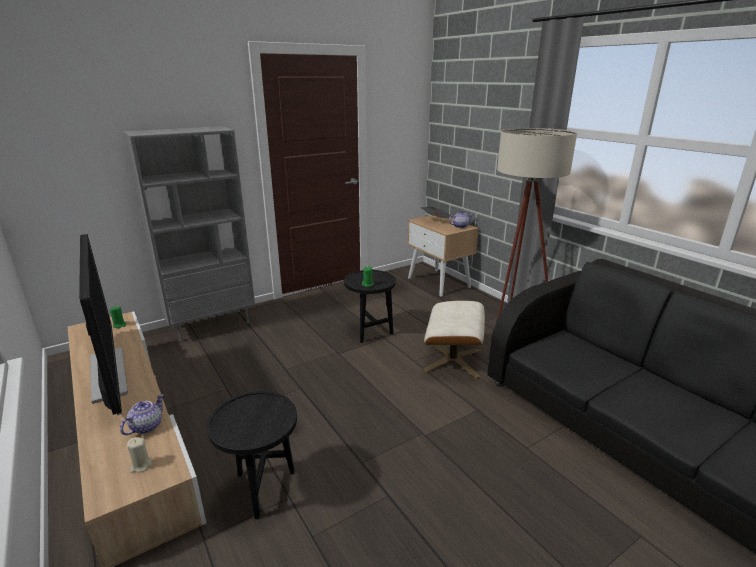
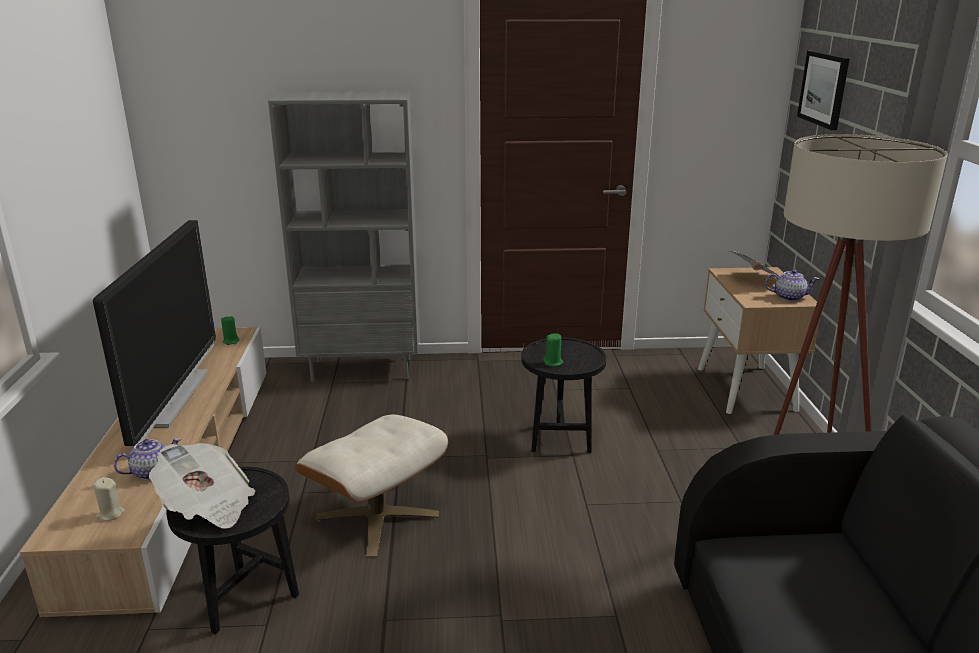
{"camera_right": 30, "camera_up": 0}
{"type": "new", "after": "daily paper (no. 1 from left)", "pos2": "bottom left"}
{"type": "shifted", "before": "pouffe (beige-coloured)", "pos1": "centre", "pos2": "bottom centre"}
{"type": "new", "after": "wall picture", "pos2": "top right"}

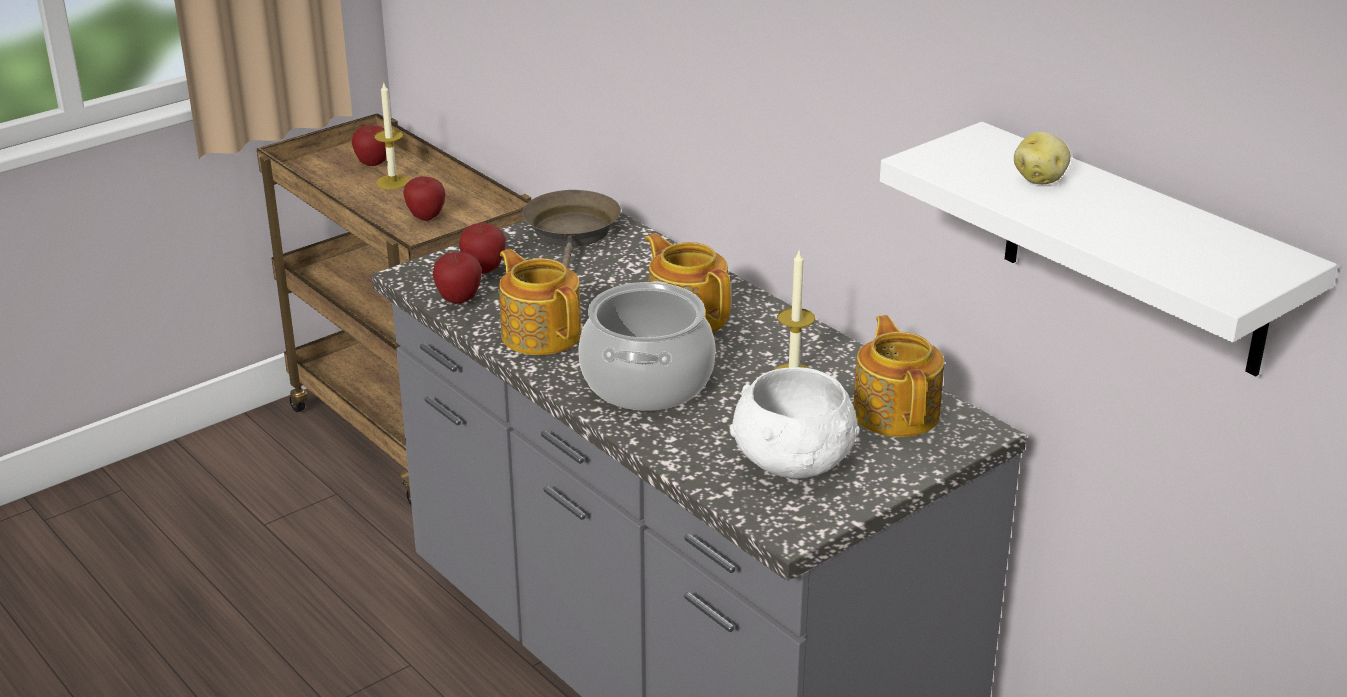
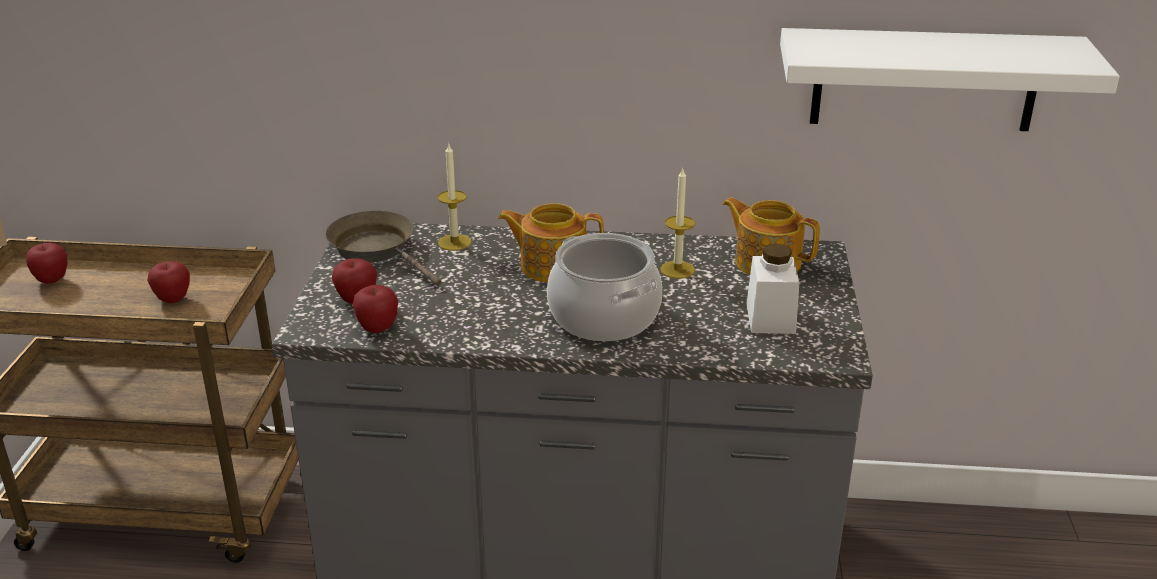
{"camera_right": -45, "camera_up": 0}
{"type": "shifted", "before": "candle (no. 1 from left)", "pos1": "top left", "pos2": "centre"}
{"type": "swapped", "before": "deep dish (white-coloured)", "after": "storage jar (white-coloured)", "pos1": "centre", "pos2": "middle right"}
{"type": "gone", "before": "tea pot (no. 1 from left)", "pos1": "centre"}
{"type": "gone", "before": "whole potato", "pos1": "top right"}

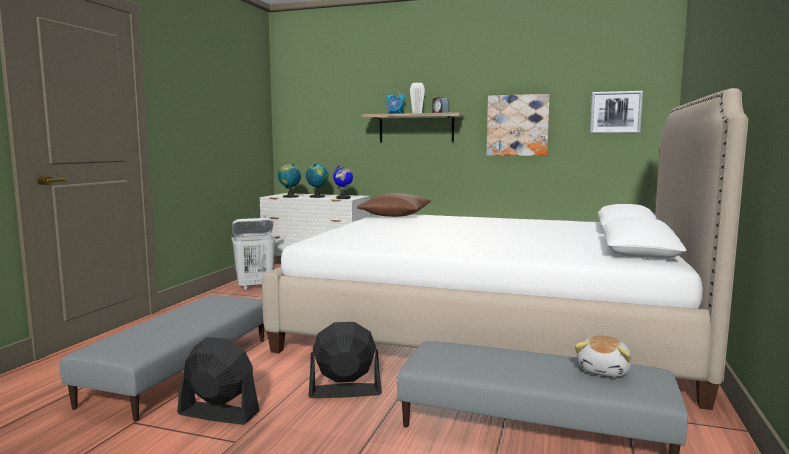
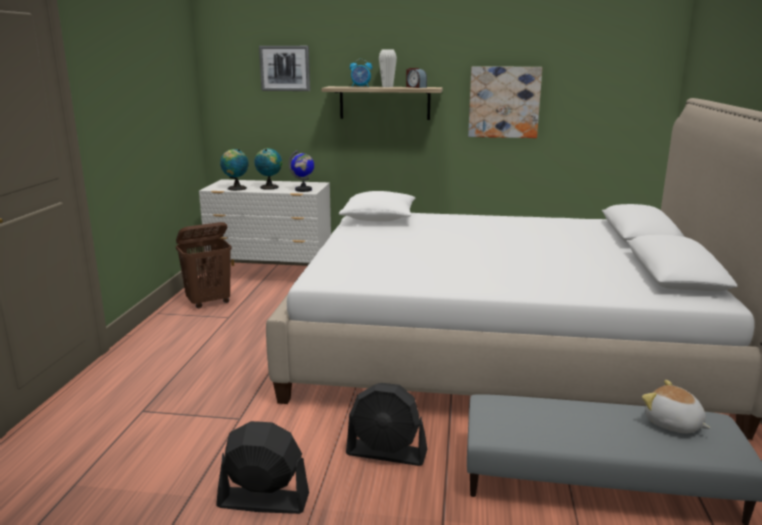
{"camera_right": -10, "camera_up": 10}
{"type": "repainted", "before": "laundry basket (white-coloured)", "after": "laundry basket (brown)", "pos1": "middle left", "pos2": "middle left"}
{"type": "shifted", "before": "wall picture (no. 2 from left in the first image)", "after": "wall picture (no. 1 from left)", "pos1": "top right", "pos2": "top centre"}
{"type": "repainted", "before": "cushion (brown)", "after": "cushion (white-coloured)", "pos1": "centre", "pos2": "centre"}
{"type": "rotated", "before": "cooling fan (black) (no. 2 from left)", "pos1": "bottom centre", "pos2": "bottom centre", "turn": -150}
{"type": "rotated", "before": "soft toy", "pos1": "bottom right", "pos2": "bottom right", "turn": 120}
{"type": "gone", "before": "pouffe (grey) (no. 1 from left)", "pos1": "bottom left"}

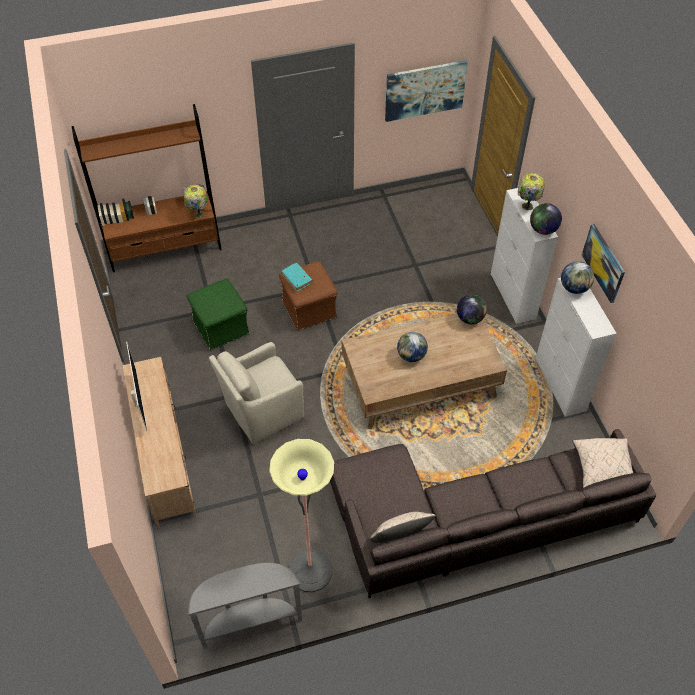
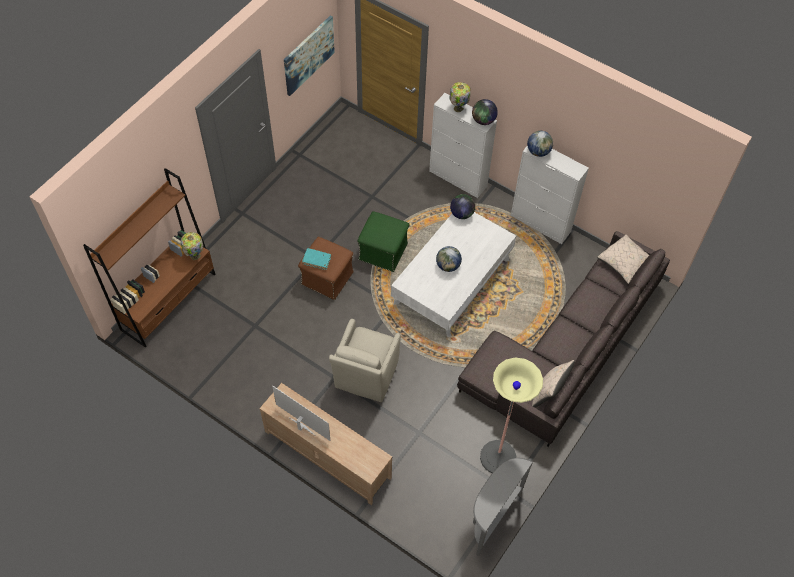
{"camera_right": -40, "camera_up": 5}
{"type": "shifted", "before": "pouffe (greenish)", "pos1": "middle left", "pos2": "centre"}
{"type": "repainted", "before": "coffee table (brown)", "after": "coffee table (white-coloured)", "pos1": "centre", "pos2": "centre"}
{"type": "gone", "before": "wall picture (no. 2 from left)", "pos1": "middle right"}

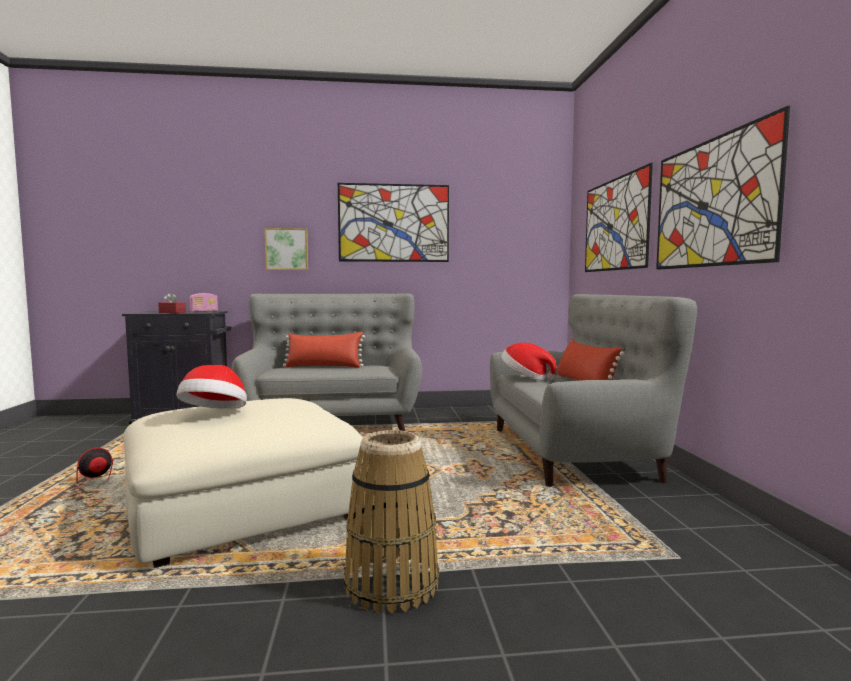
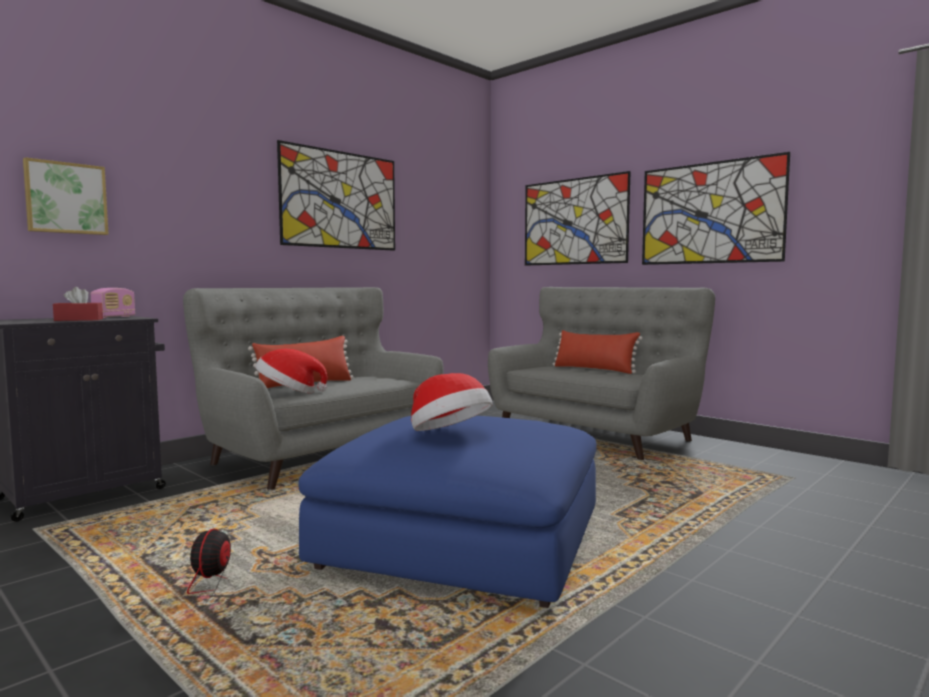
{"camera_right": -40, "camera_up": 0}
{"type": "shifted", "before": "wall picture (no. 1 from left)", "pos1": "centre", "pos2": "top left"}
{"type": "shifted", "before": "hat (no. 2 from left in the first image)", "after": "hat (no. 1 from left)", "pos1": "centre", "pos2": "middle left"}
{"type": "repainted", "before": "pouffe (beige-coloured)", "after": "pouffe (blue)", "pos1": "bottom left", "pos2": "bottom centre"}
{"type": "gone", "before": "storage basket", "pos1": "bottom centre"}

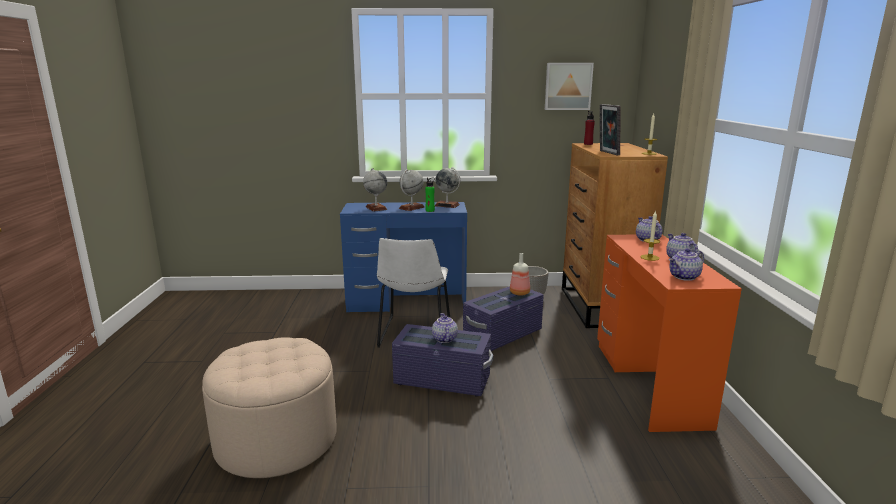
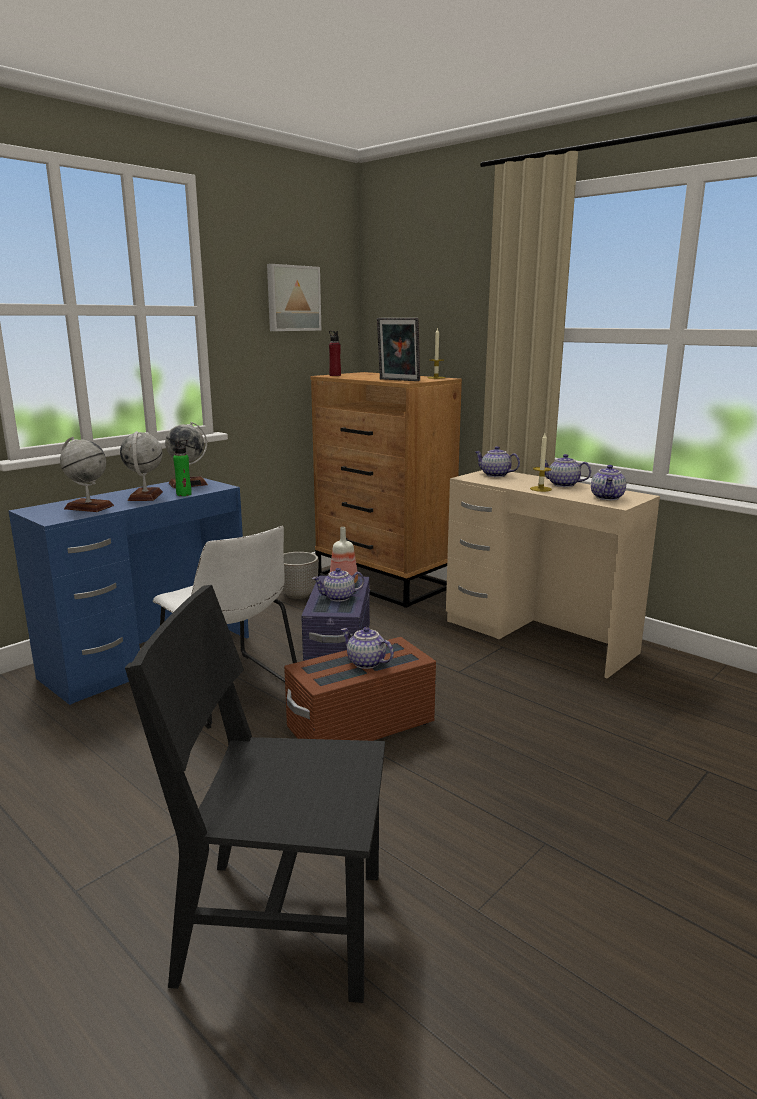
{"camera_right": -45, "camera_up": 0}
{"type": "swapped", "before": "pouffe (beige-coloured)", "after": "chair (black)", "pos1": "bottom left", "pos2": "bottom centre"}
{"type": "repainted", "before": "storage container (purple) (no. 1 from left)", "after": "storage container (brown)", "pos1": "bottom centre", "pos2": "centre"}
{"type": "new", "after": "tea pot (no. 1 from left)", "pos2": "centre"}
{"type": "repainted", "before": "desk (orange-coloured)", "after": "desk (beige-coloured)", "pos1": "middle right", "pos2": "middle right"}

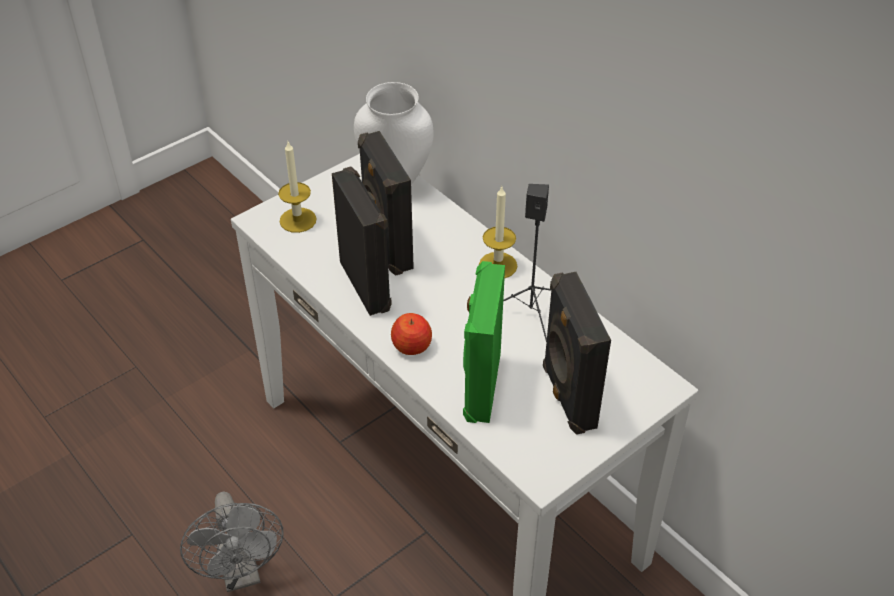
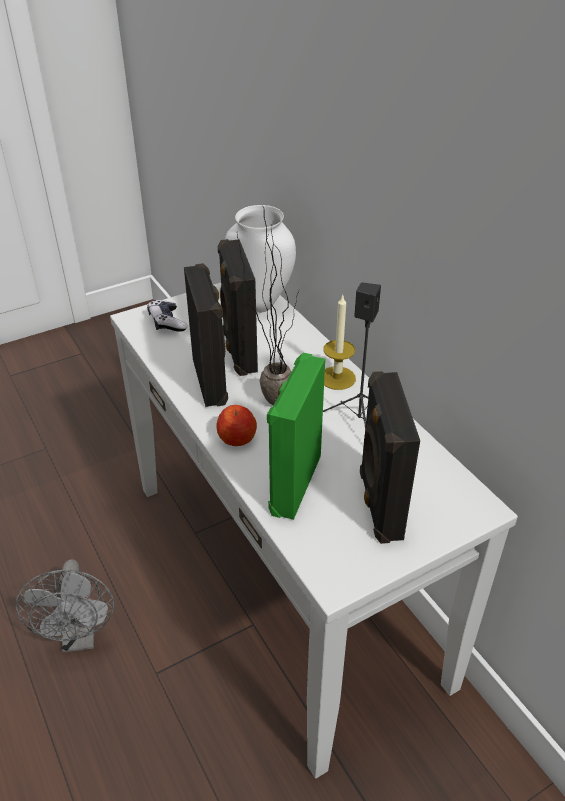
{"camera_right": 10, "camera_up": -5}
{"type": "swapped", "before": "candle (no. 1 from left)", "after": "joypad", "pos1": "top left", "pos2": "middle left"}
{"type": "new", "after": "potted plant", "pos2": "centre"}

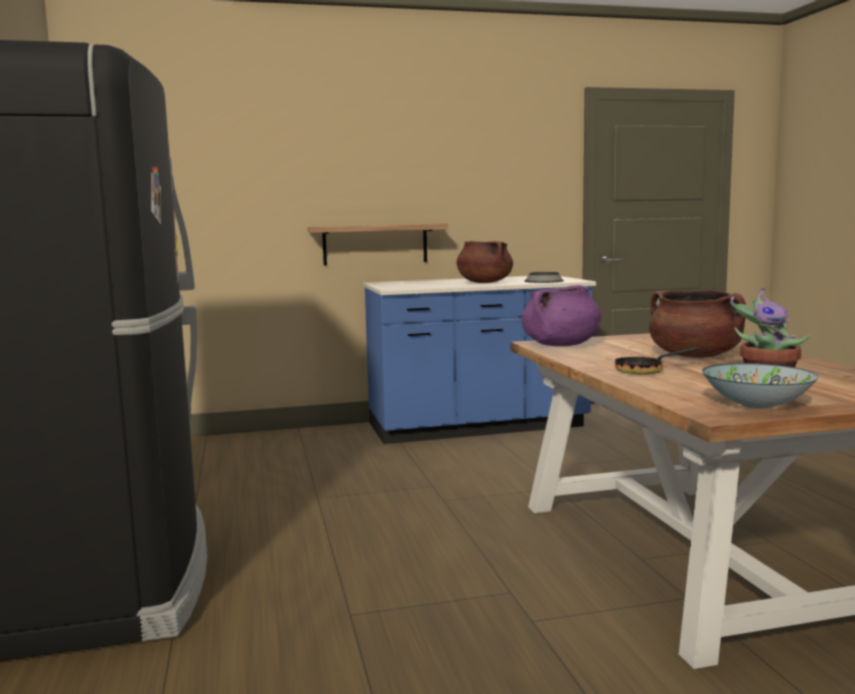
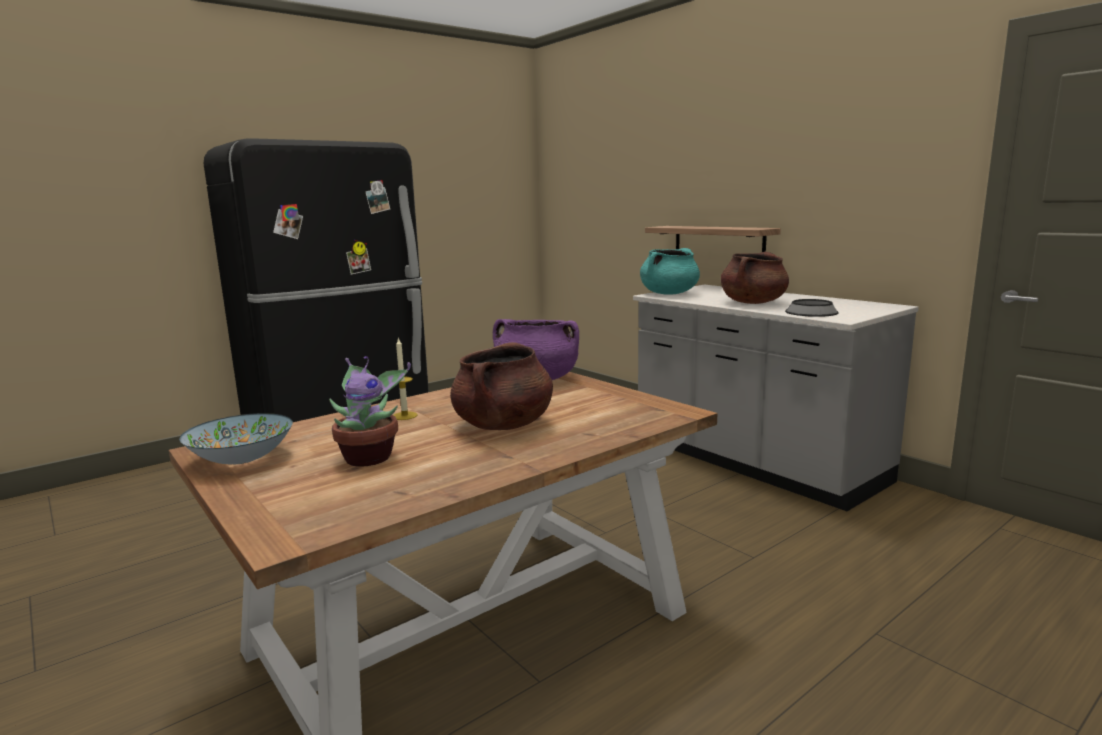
{"camera_right": 65, "camera_up": 5}
{"type": "swapped", "before": "frying pan", "after": "candle", "pos1": "middle right", "pos2": "centre"}
{"type": "repainted", "before": "kitchen counter (blue)", "after": "kitchen counter (grey)", "pos1": "centre", "pos2": "middle right"}
{"type": "new", "after": "saucepot (blue-green)", "pos2": "centre"}

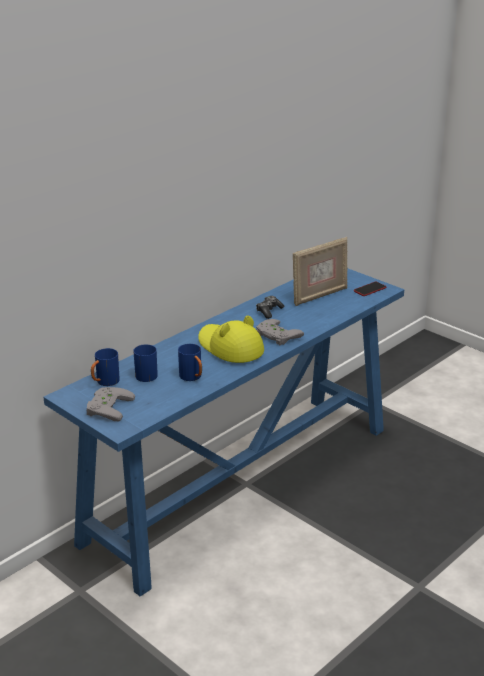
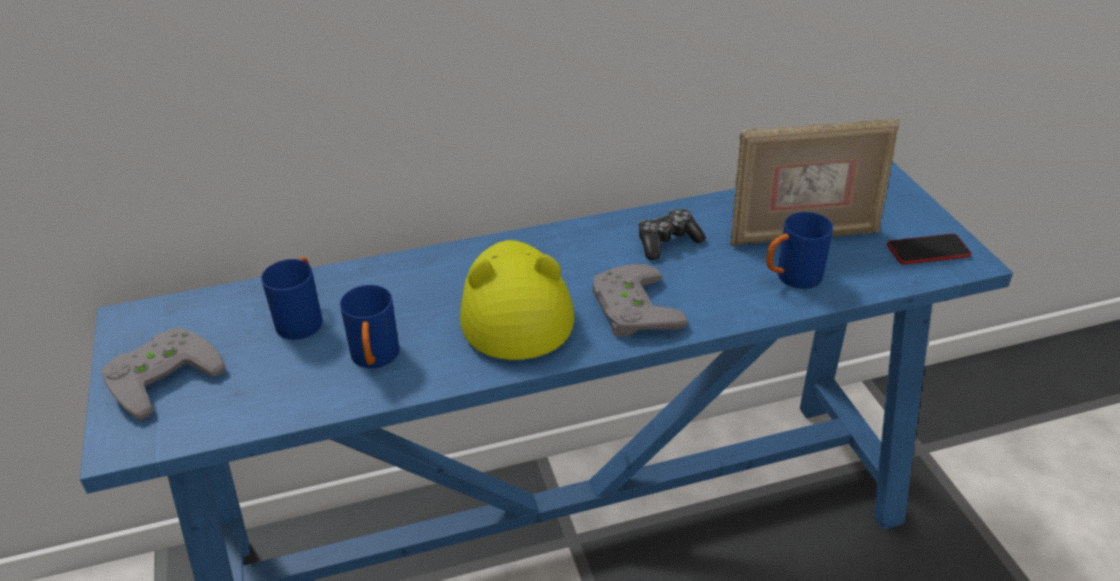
{"camera_right": 30, "camera_up": 10}
{"type": "shifted", "before": "coffee mug (blue) (no. 1 from left in the first image)", "after": "coffee mug (blue) (no. 3 from left)", "pos1": "middle left", "pos2": "middle right"}

